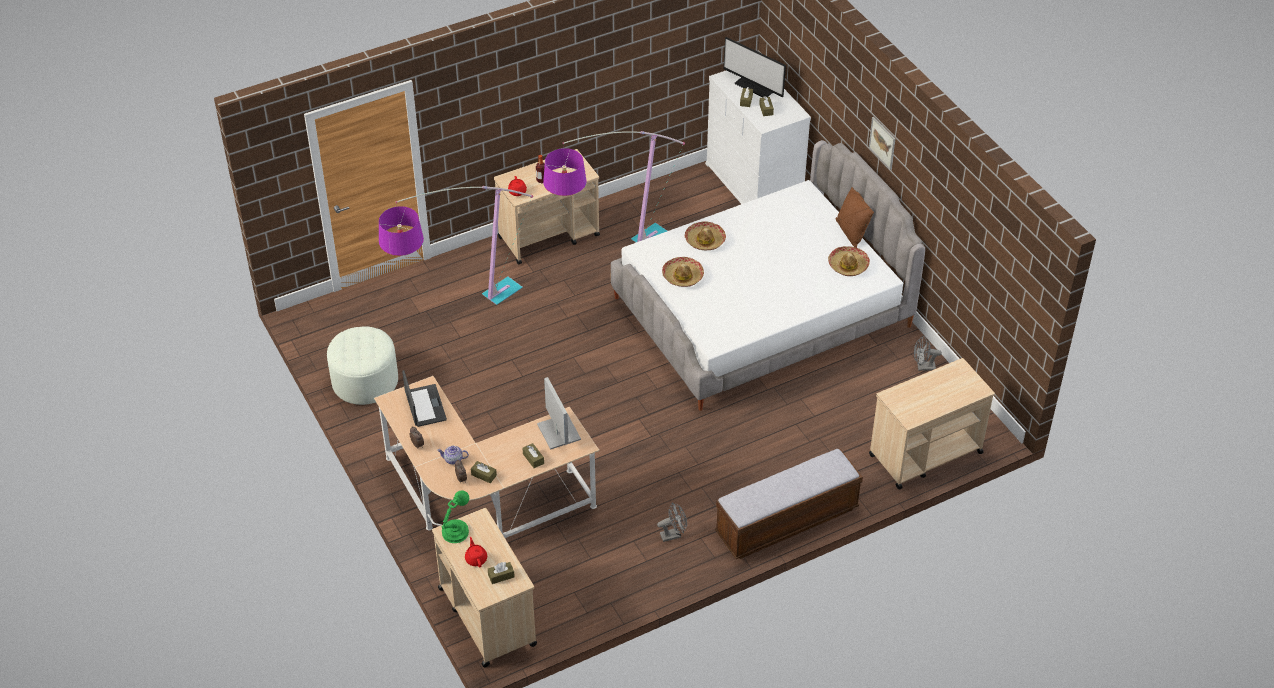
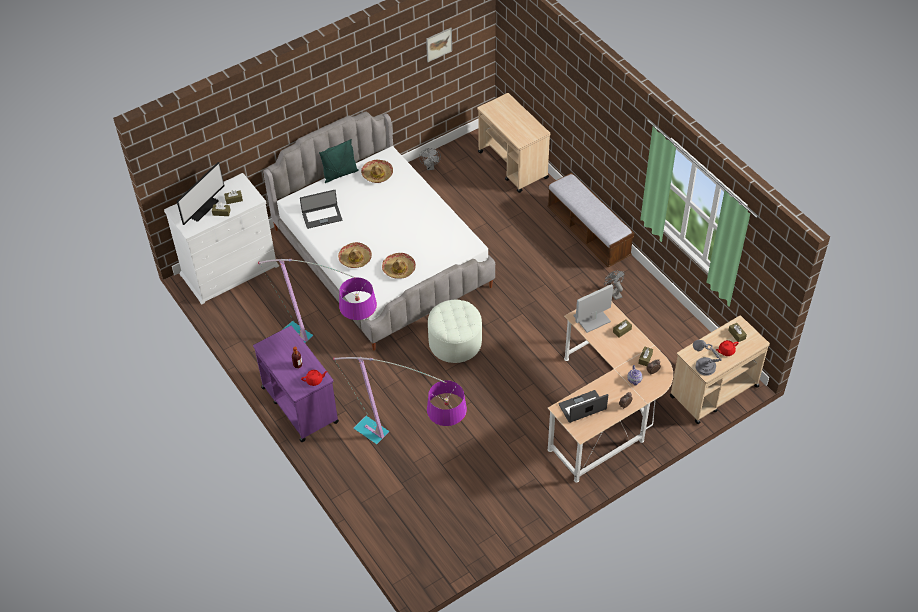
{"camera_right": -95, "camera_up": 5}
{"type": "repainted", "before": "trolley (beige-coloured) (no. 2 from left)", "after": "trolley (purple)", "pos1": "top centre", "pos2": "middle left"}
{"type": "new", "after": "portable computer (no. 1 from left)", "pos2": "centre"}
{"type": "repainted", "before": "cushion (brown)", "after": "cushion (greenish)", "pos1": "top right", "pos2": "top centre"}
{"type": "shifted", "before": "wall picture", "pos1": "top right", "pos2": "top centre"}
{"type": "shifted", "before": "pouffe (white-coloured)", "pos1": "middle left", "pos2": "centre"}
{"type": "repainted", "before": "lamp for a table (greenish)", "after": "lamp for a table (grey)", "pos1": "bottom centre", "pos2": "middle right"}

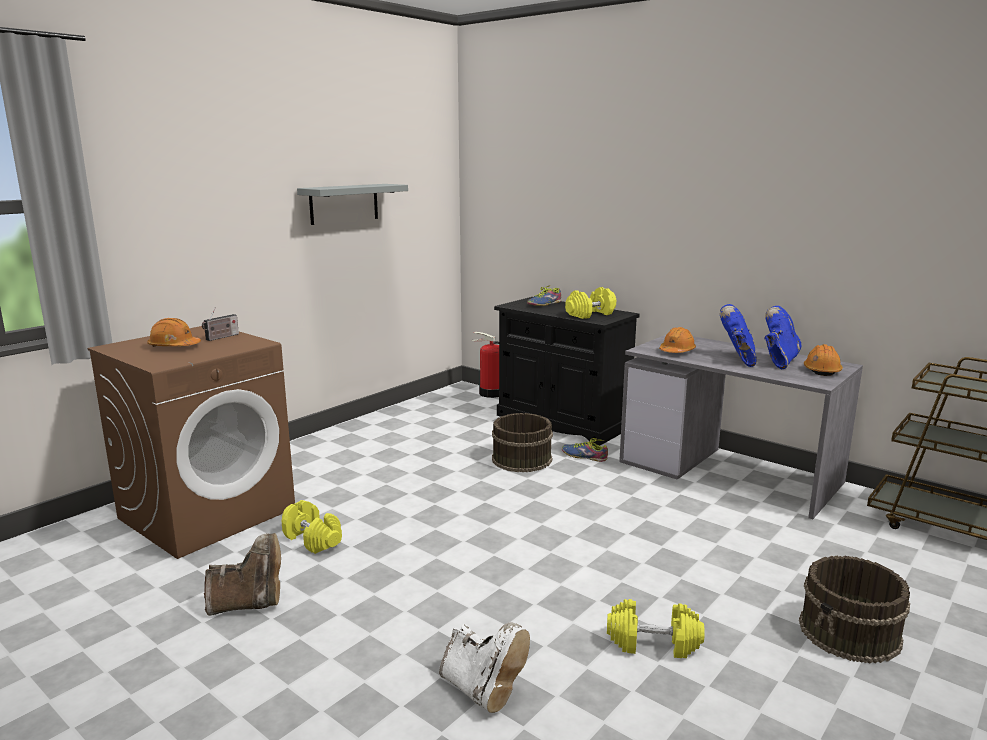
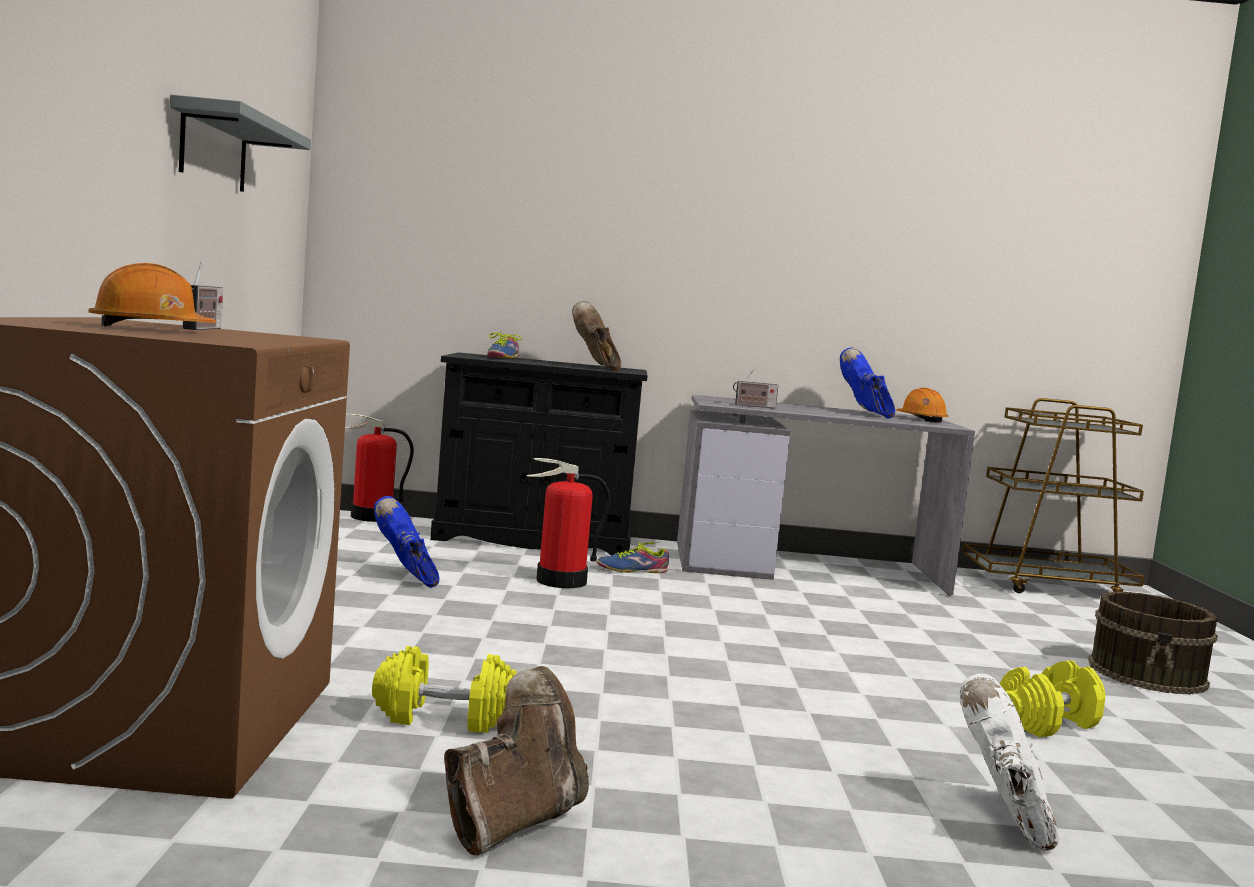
{"camera_right": -40, "camera_up": -10}
{"type": "shifted", "before": "tall boot (blue) (no. 1 from left)", "pos1": "middle right", "pos2": "middle left"}
{"type": "swapped", "before": "pail (brown) (no. 1 from left)", "after": "fire-fighting cylinder (no. 2 from left)", "pos1": "centre", "pos2": "centre"}
{"type": "swapped", "before": "free weight (yellow-coloured) (no. 2 from left)", "after": "tall boot (brown) (no. 2 from left)", "pos1": "centre", "pos2": "centre"}
{"type": "swapped", "before": "hard hat (orange-coloured) (no. 2 from left)", "after": "radio (no. 2 from left)", "pos1": "middle right", "pos2": "centre"}
{"type": "rotated", "before": "tall boot (white-coloured)", "pos1": "bottom centre", "pos2": "bottom right", "turn": -90}

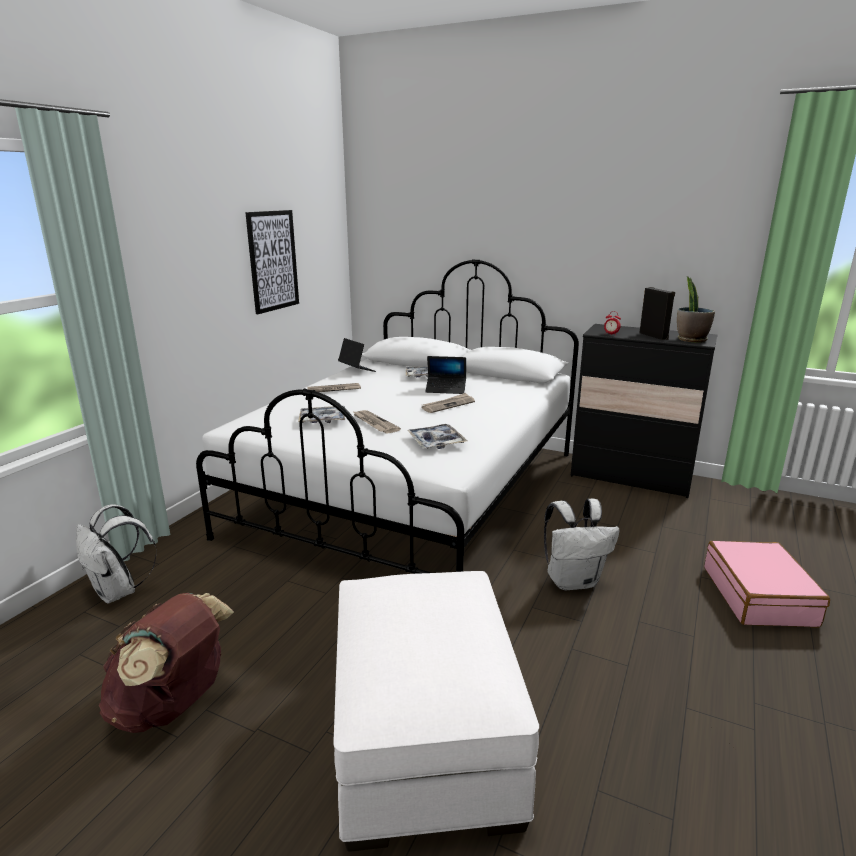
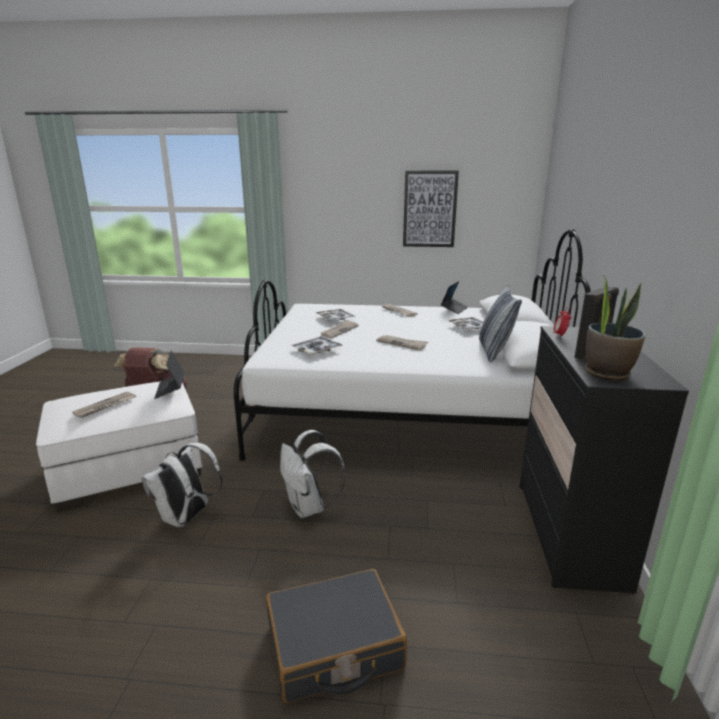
{"camera_right": 70, "camera_up": 0}
{"type": "new", "after": "daily paper (no. 1 from left)", "pos2": "middle left"}
{"type": "shifted", "before": "backpack (white-coloured) (no. 1 from left)", "pos1": "middle left", "pos2": "bottom left"}
{"type": "shifted", "before": "portable computer (no. 2 from left in the first image)", "after": "portable computer (no. 1 from left)", "pos1": "centre", "pos2": "middle left"}
{"type": "repainted", "before": "piece of luggage (pink)", "after": "piece of luggage (black)", "pos1": "bottom right", "pos2": "bottom centre"}
{"type": "new", "after": "cushion", "pos2": "middle right"}

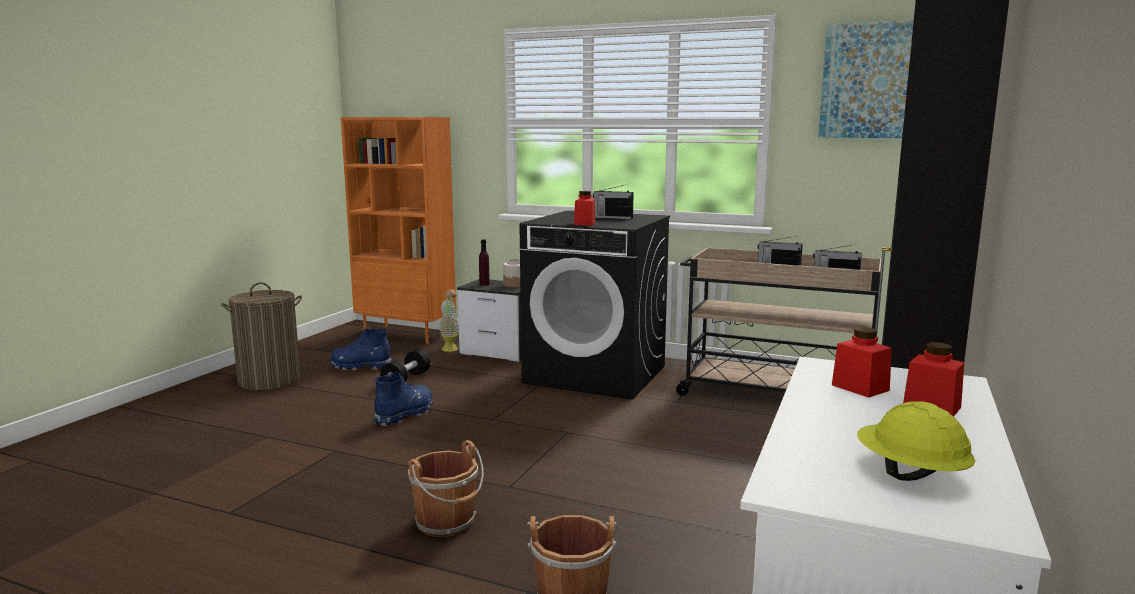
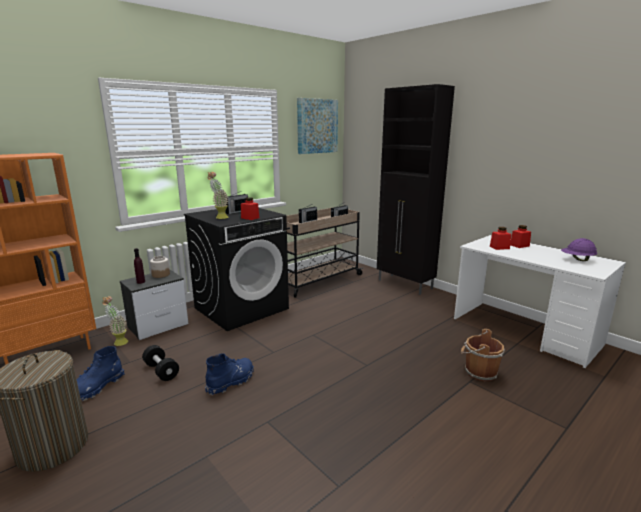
{"camera_right": -65, "camera_up": 5}
{"type": "rotated", "before": "tall boot (blue) (no. 2 from left)", "pos1": "bottom centre", "pos2": "bottom centre", "turn": 75}
{"type": "new", "after": "potted plant (no. 2 from left)", "pos2": "centre"}
{"type": "repainted", "before": "hard hat (yellow-coloured)", "after": "hard hat (purple)", "pos1": "bottom right", "pos2": "middle right"}
{"type": "gone", "before": "pail (brown) (no. 1 from left)", "pos1": "bottom centre"}

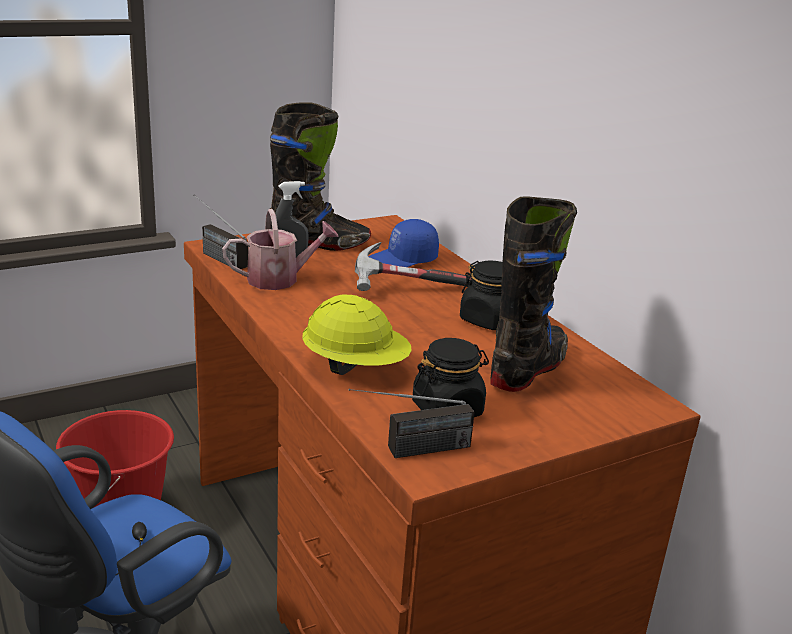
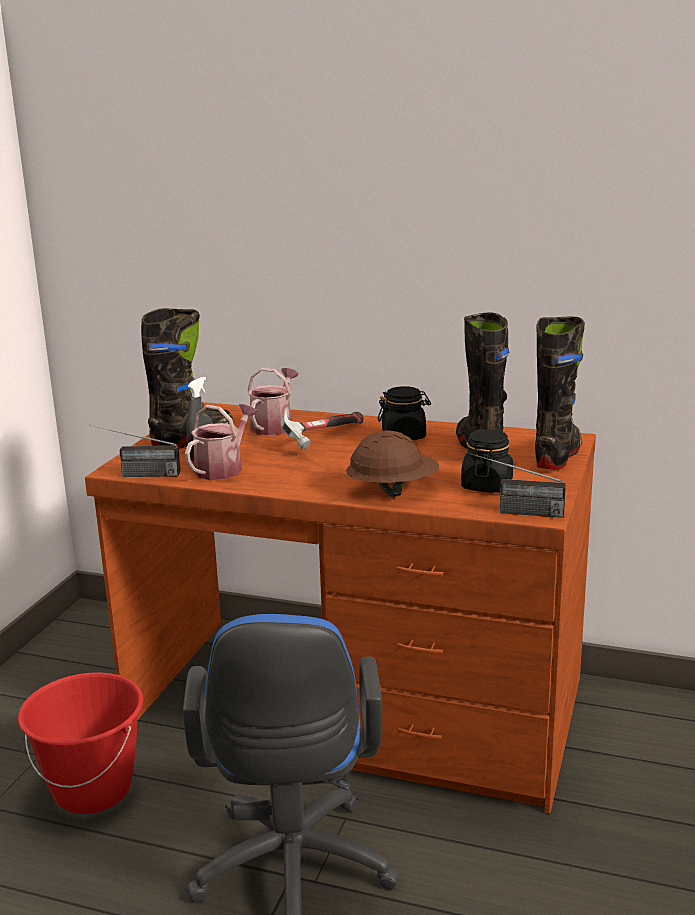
{"camera_right": -40, "camera_up": -5}
{"type": "swapped", "before": "cap (blue)", "after": "watering can (no. 2 from left)", "pos1": "centre", "pos2": "centre"}
{"type": "repainted", "before": "hard hat (yellow-coloured)", "after": "hard hat (brown)", "pos1": "centre", "pos2": "centre"}
{"type": "rotated", "before": "radio (no. 2 from left)", "pos1": "bottom centre", "pos2": "middle right", "turn": 75}
{"type": "new", "after": "tall boot (black) (no. 3 from left)", "pos2": "middle right"}

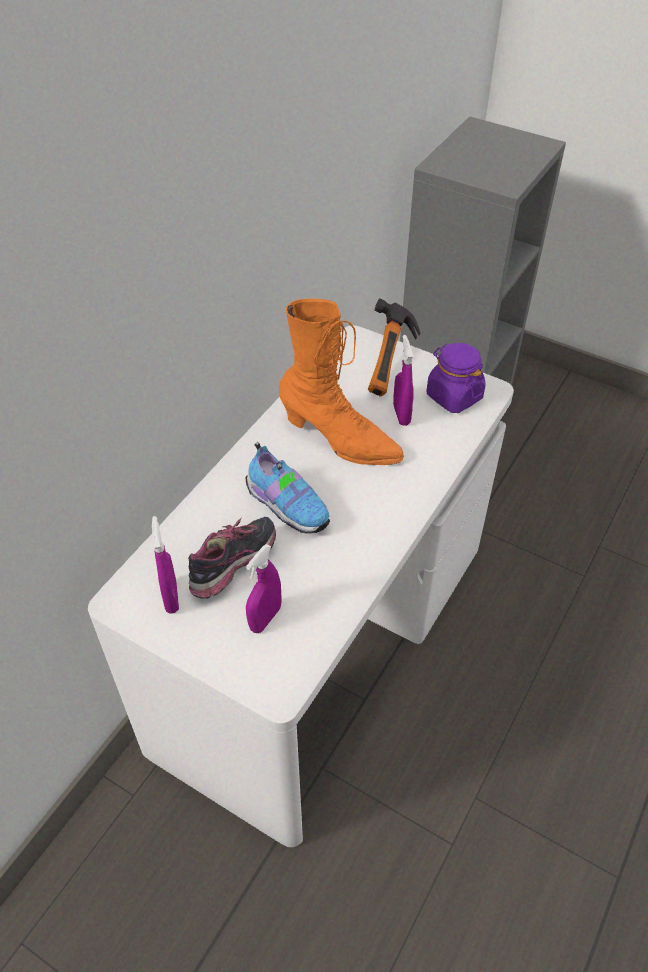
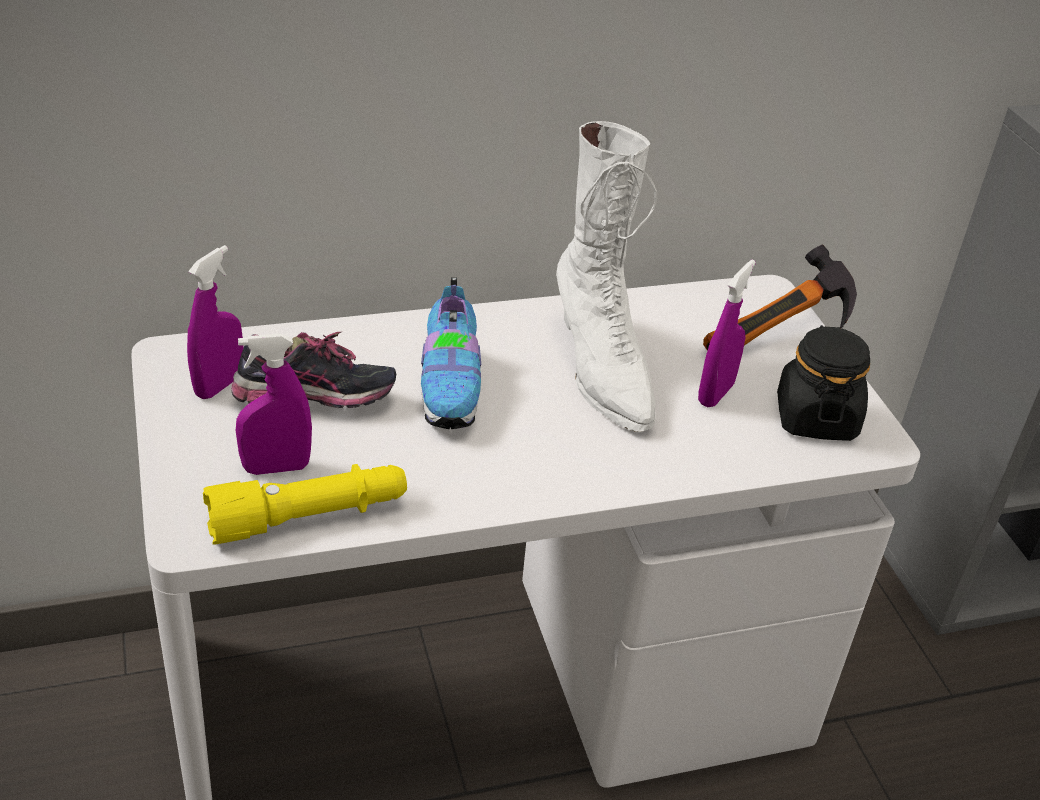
{"camera_right": 40, "camera_up": -10}
{"type": "new", "after": "hand torch (yellow-coloured)", "pos2": "middle left"}
{"type": "repainted", "before": "tall boot (orange-coloured)", "after": "tall boot (white-coloured)", "pos1": "centre", "pos2": "centre"}
{"type": "repainted", "before": "storage jar (purple)", "after": "storage jar (black)", "pos1": "middle right", "pos2": "middle right"}

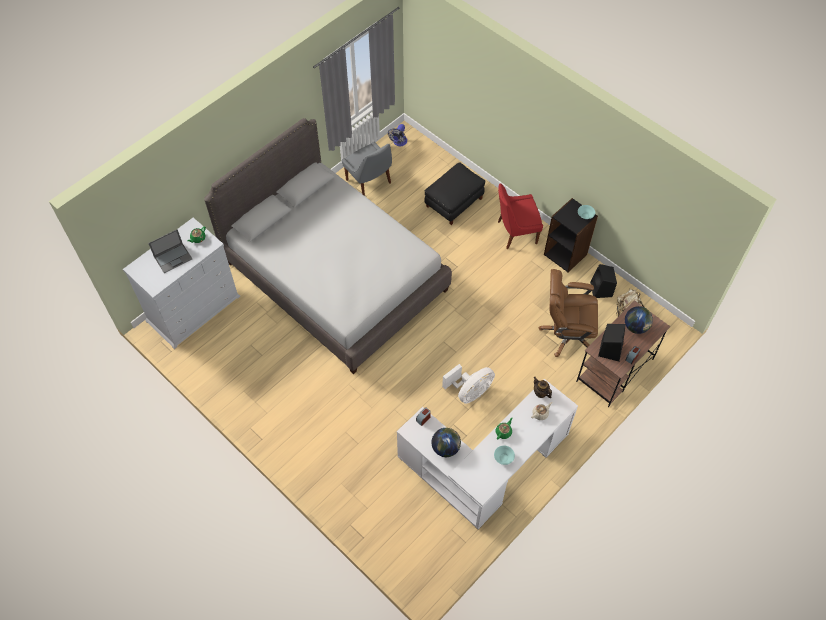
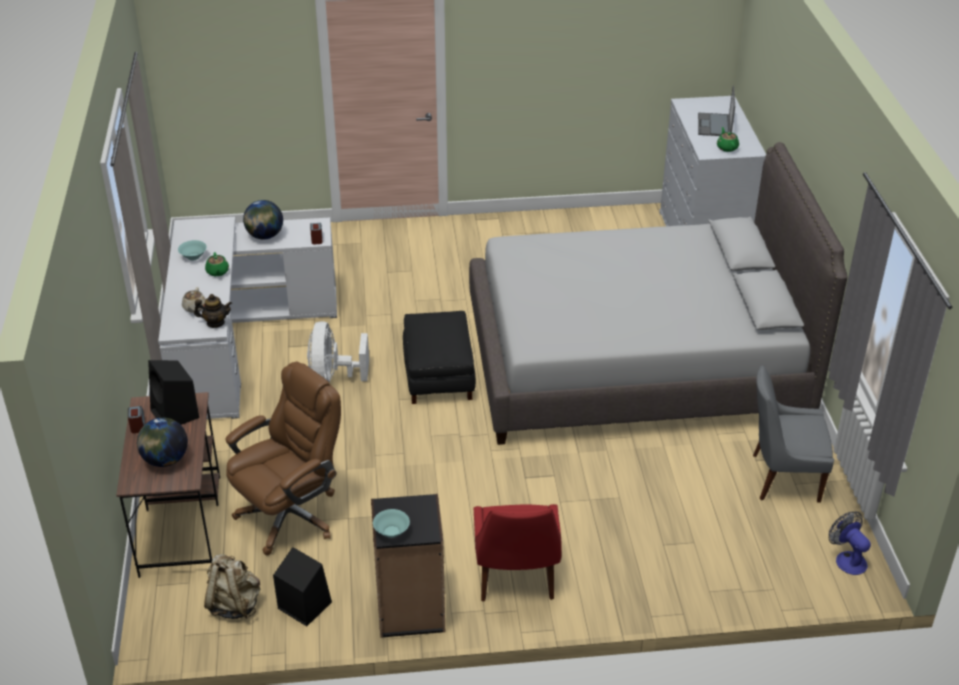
{"camera_right": 130, "camera_up": -20}
{"type": "shifted", "before": "pouffe (black)", "pos1": "top centre", "pos2": "centre"}
{"type": "rotated", "before": "chair (red)", "pos1": "centre", "pos2": "bottom centre", "turn": 150}

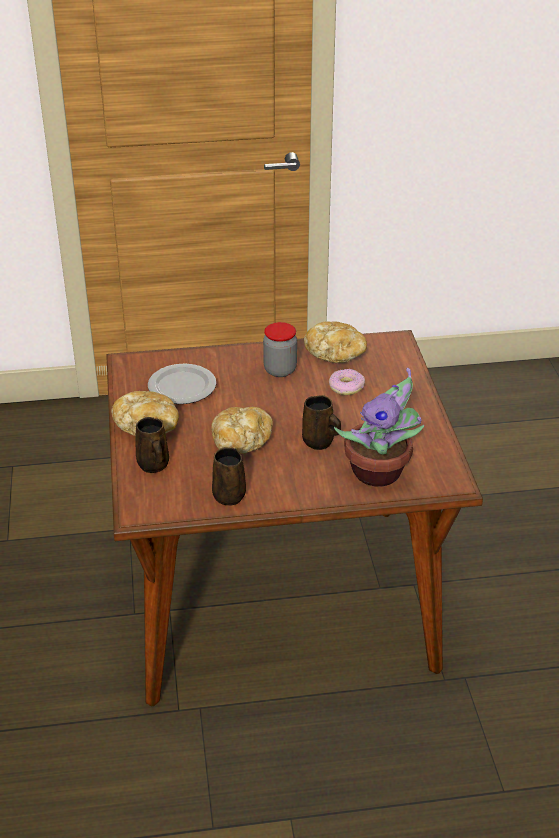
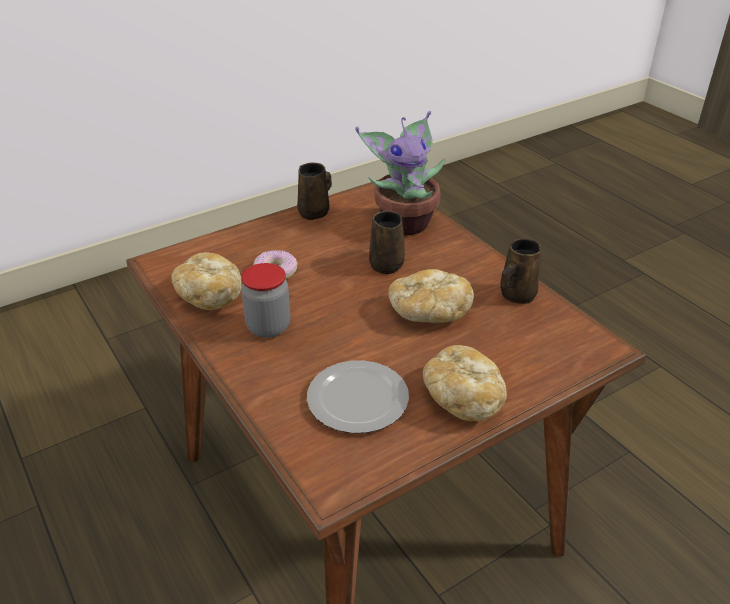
{"camera_right": -115, "camera_up": 0}
{"type": "shifted", "before": "coffee mug (brown) (no. 1 from left)", "pos1": "middle left", "pos2": "top centre"}

